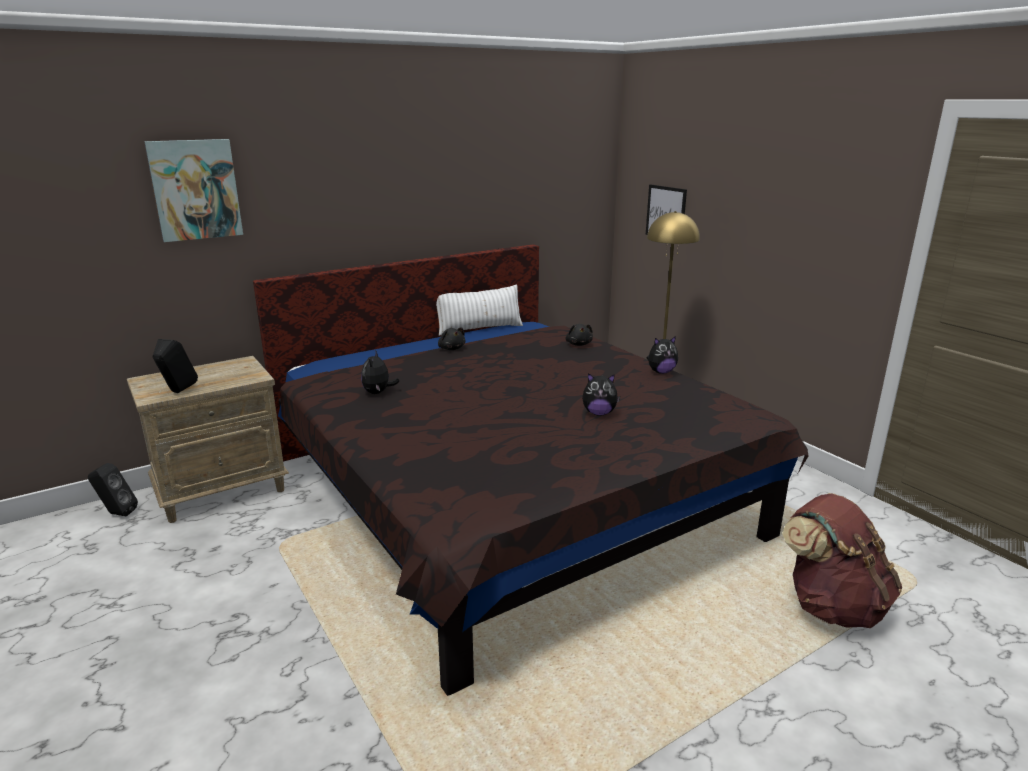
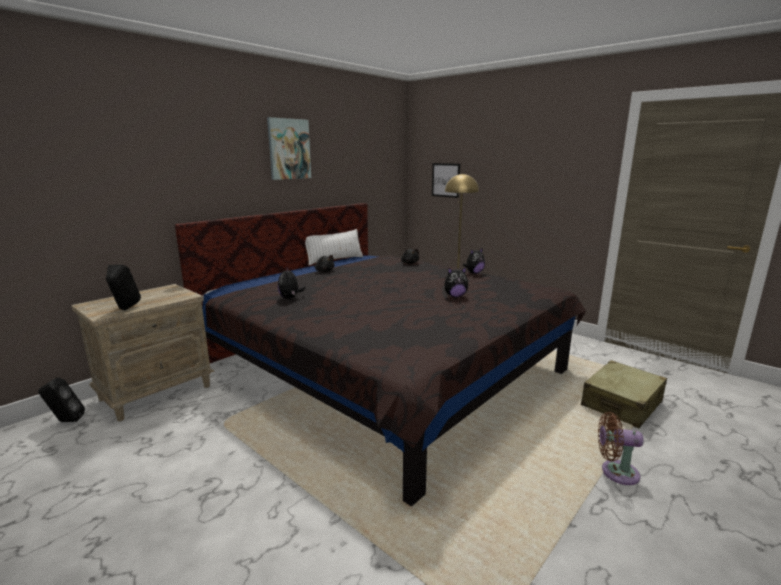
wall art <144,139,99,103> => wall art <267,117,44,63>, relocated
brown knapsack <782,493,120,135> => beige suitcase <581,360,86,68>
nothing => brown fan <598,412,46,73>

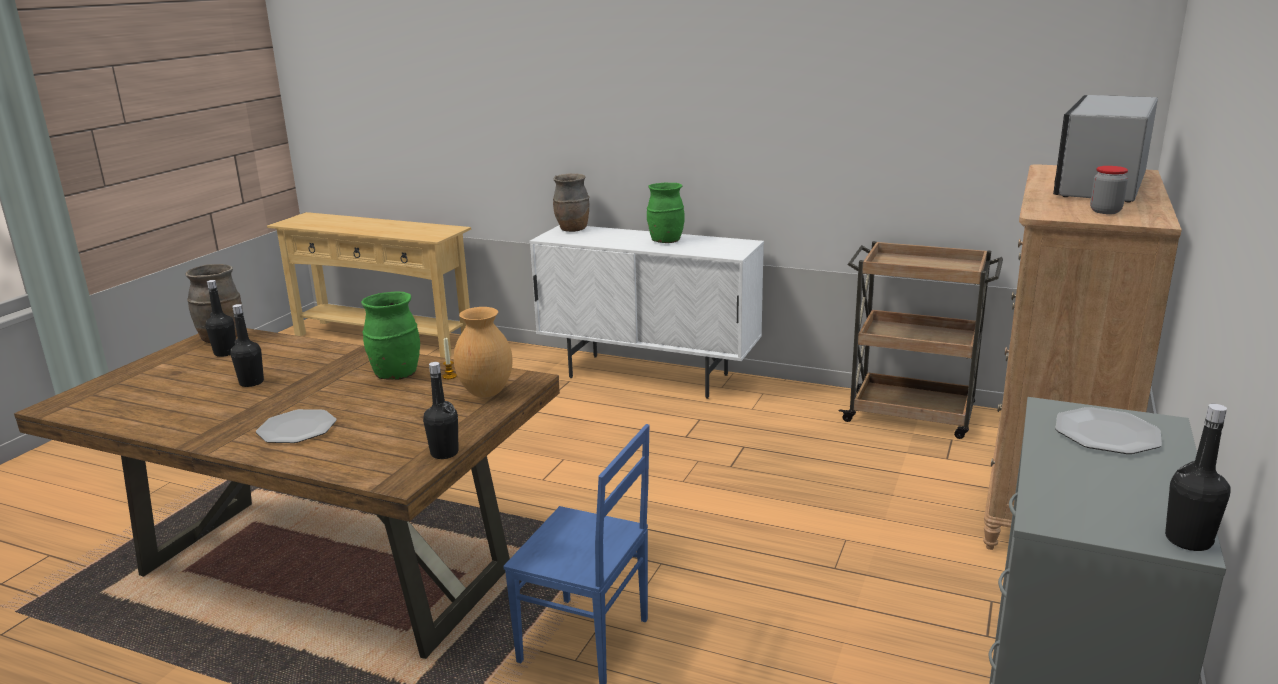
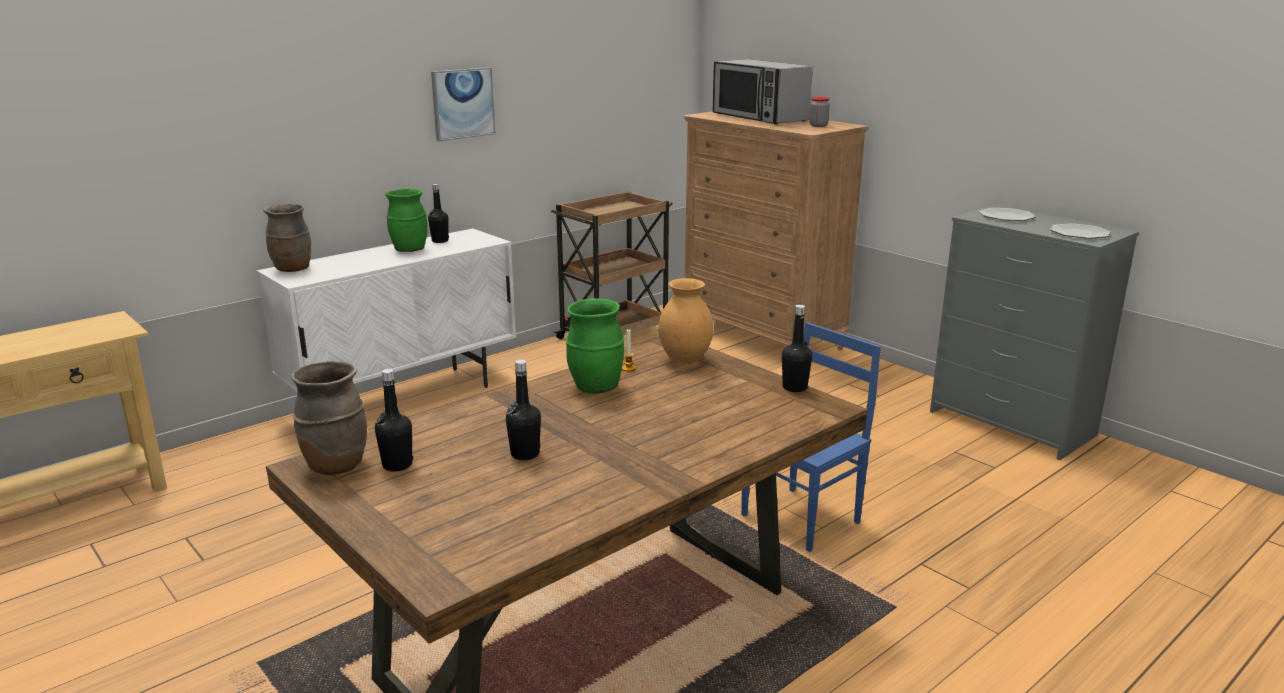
dinner plate <256,409,81,34> => dinner plate <1050,223,60,16>, relocated
blackish bottle <1165,404,66,147> => blackish bottle <428,184,21,59>, relocated
nothing => wall art <431,67,65,74>

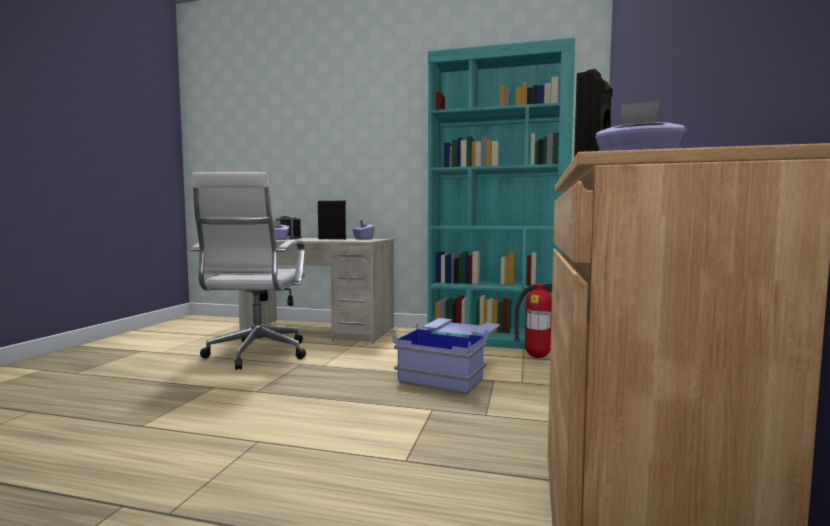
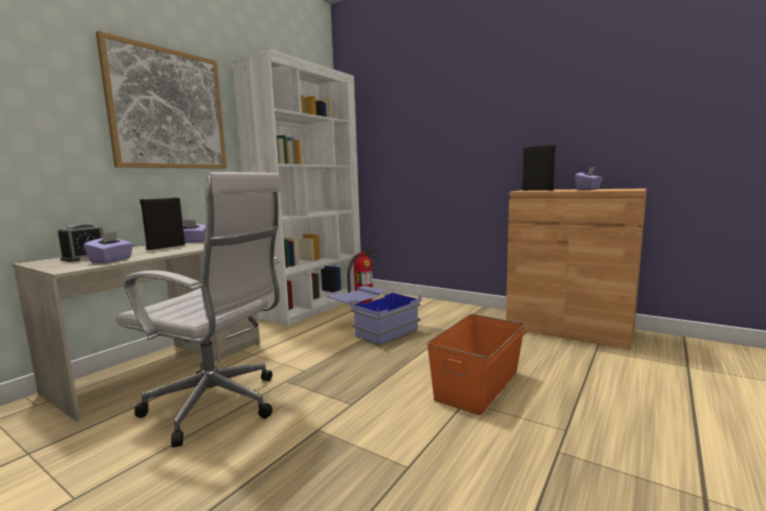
blue-green shelving unit <428,38,147,311> => white shelving unit <232,49,129,277>
nothing => wall art <96,31,131,138>
nothing => orange-coloured storage container <427,314,98,101>

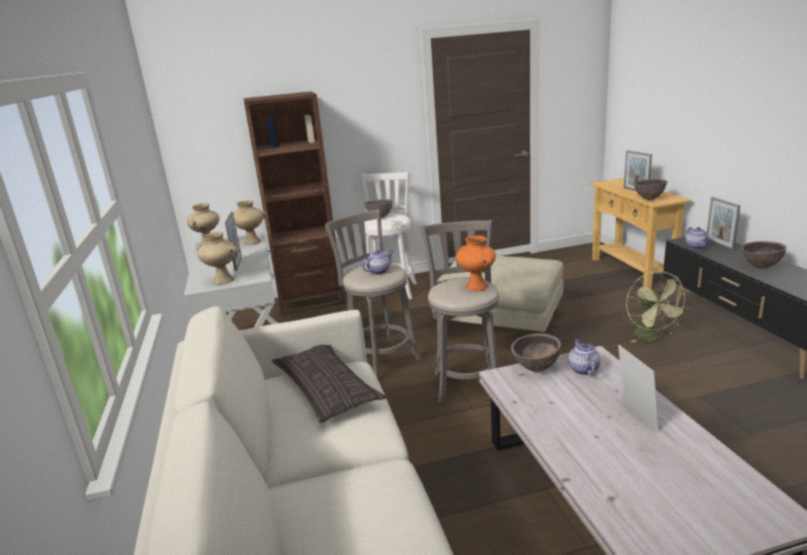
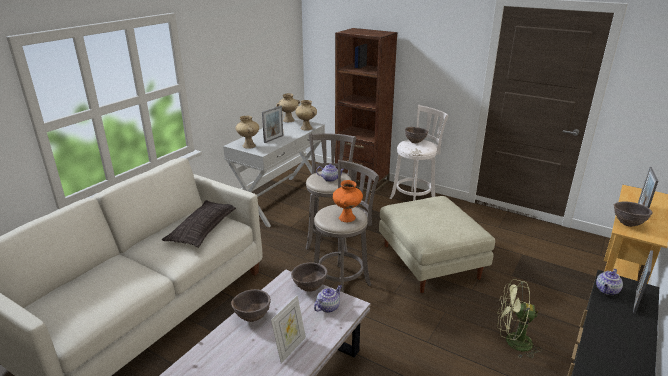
greenish fan <626,271,63,71> => greenish fan <497,279,45,80>, 60 degrees clockwise
brown serving bowl <741,241,46,28> => brown serving bowl <231,289,40,33>, relocated

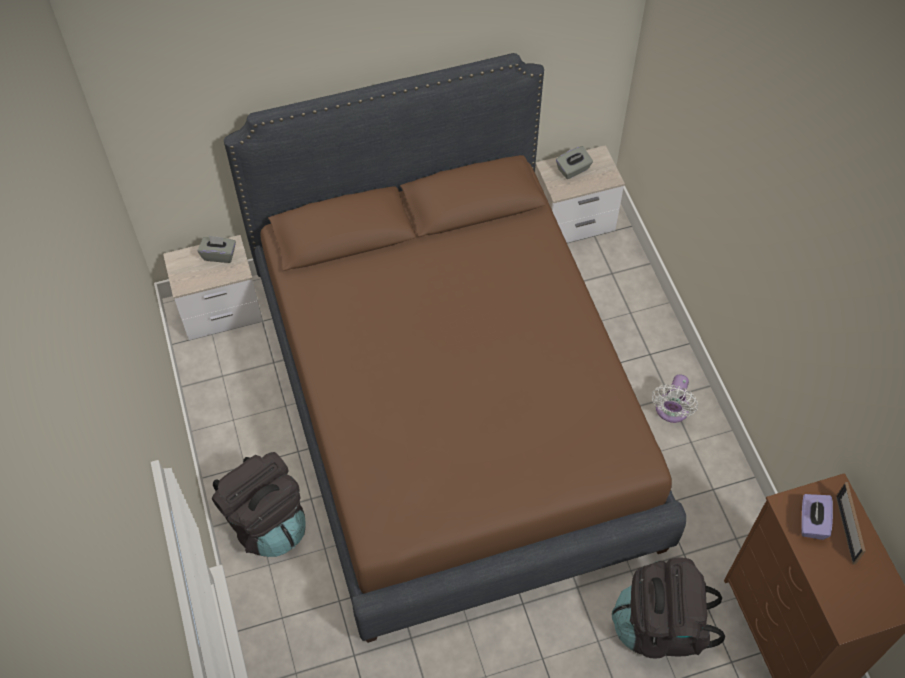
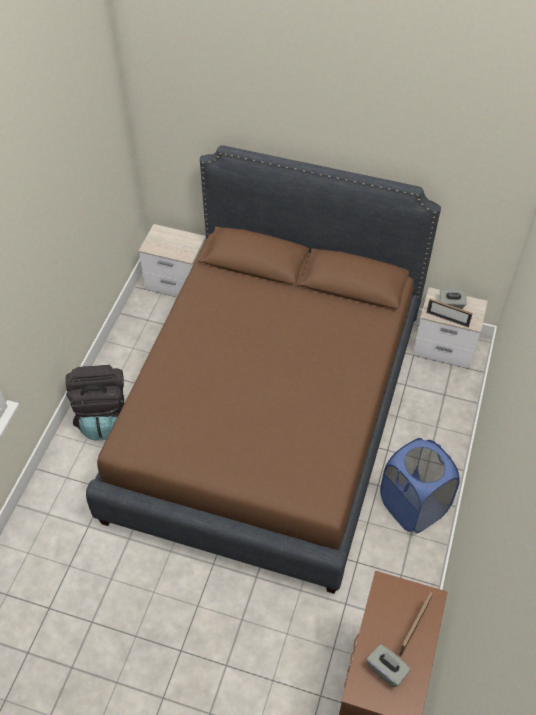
greyish tissue box <198,235,38,28> => greyish tissue box <366,644,44,44>, relocated
blackish knapsack <612,557,113,102> => nothing
white fan <652,374,46,49> => blue-coloured hamper <380,438,80,95>
purplish tissue box <801,494,32,46> => nothing
nothing => standing frame <426,299,47,29>

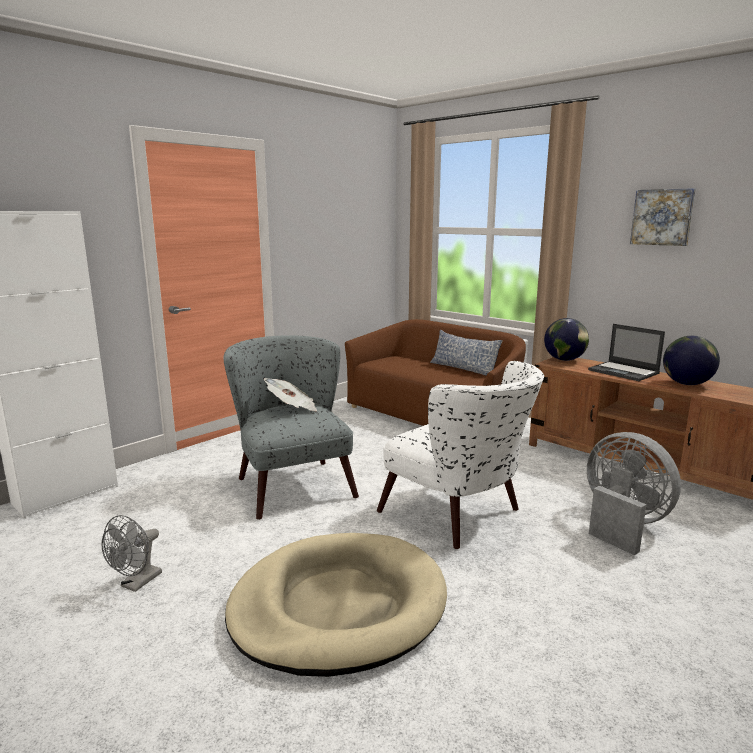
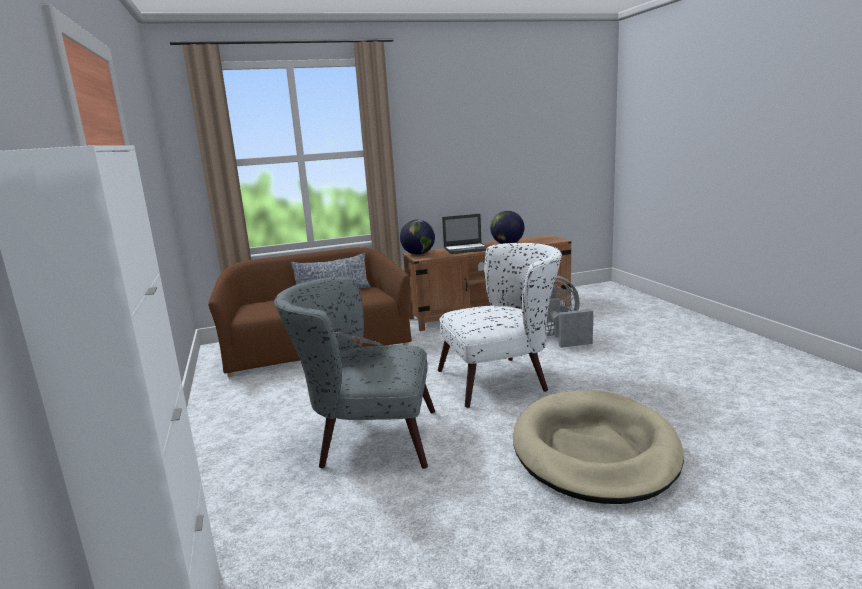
greyish fan <101,515,61,77> => nothing
wall art <630,188,66,58> => nothing

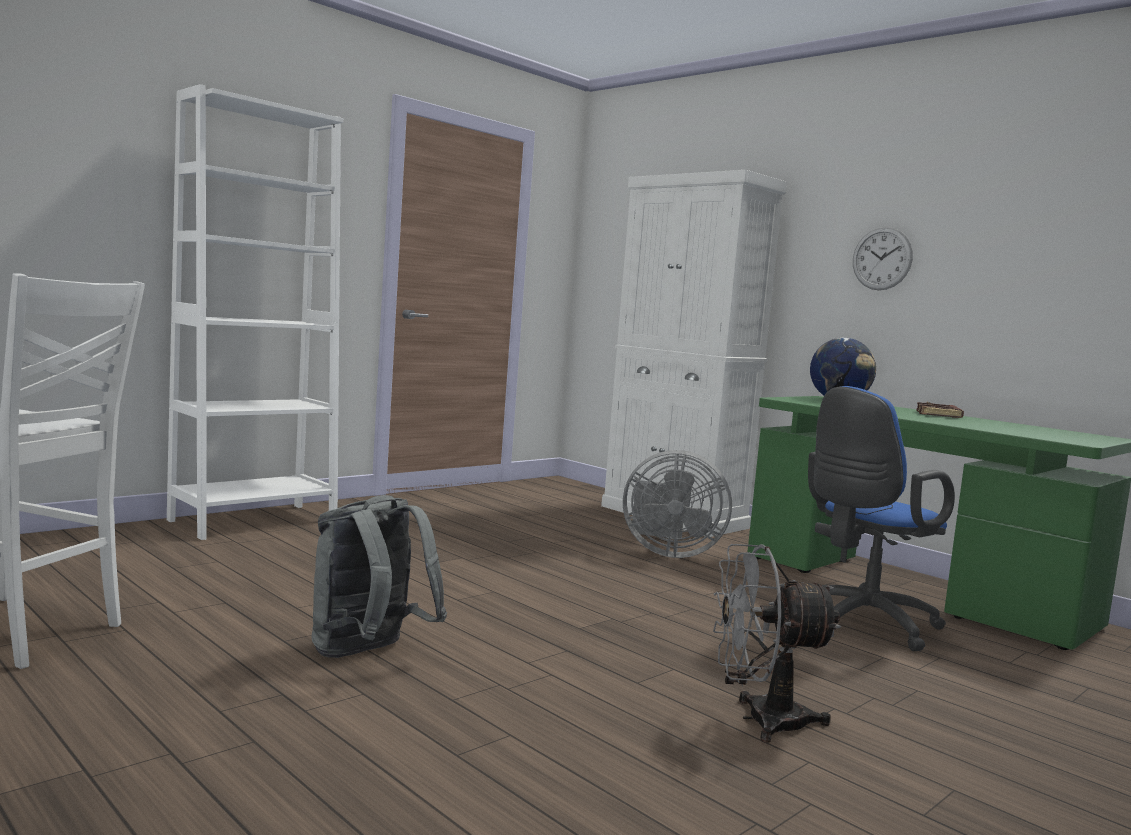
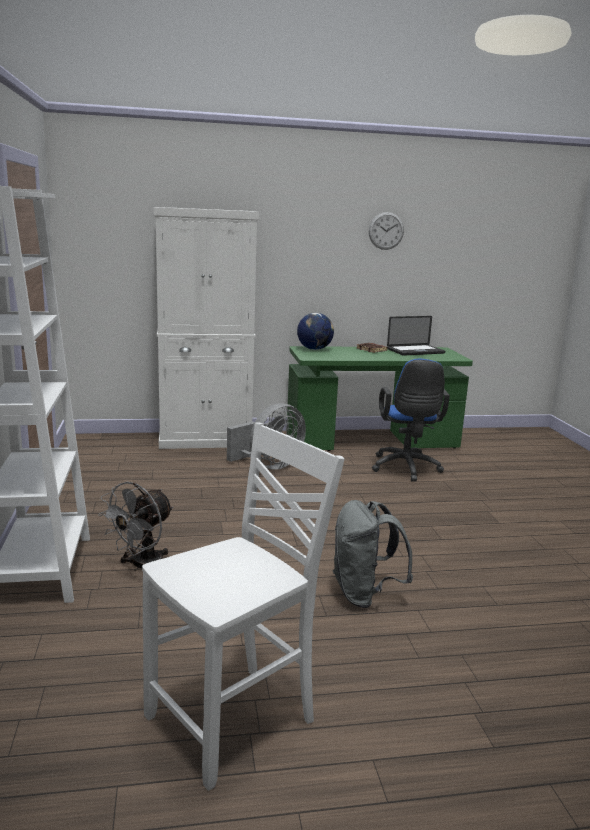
greyish fan <713,544,128,199> => greyish fan <98,482,75,89>, relocated
wall clock <853,227,60,63> => wall clock <369,212,35,38>, relocated
nothing => notebook computer <387,316,58,40>

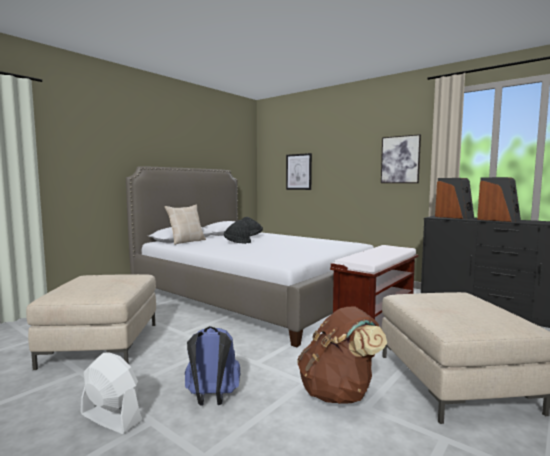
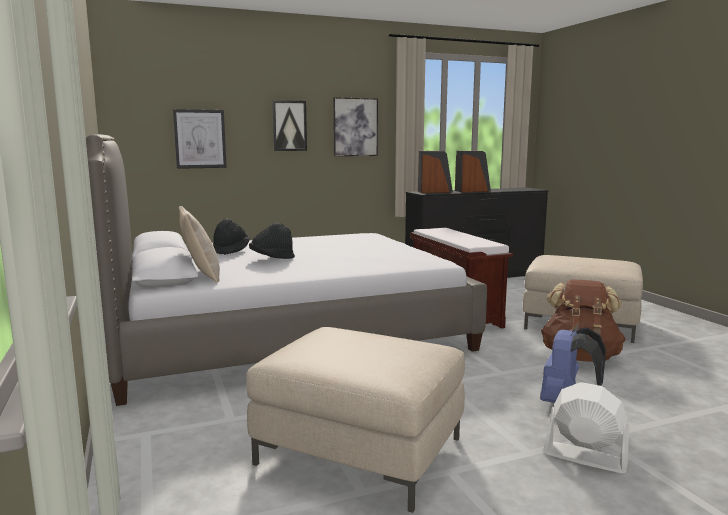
white fan <80,353,62,81> => white fan <543,382,86,91>, 60 degrees clockwise
nothing => wall art <272,100,35,51>

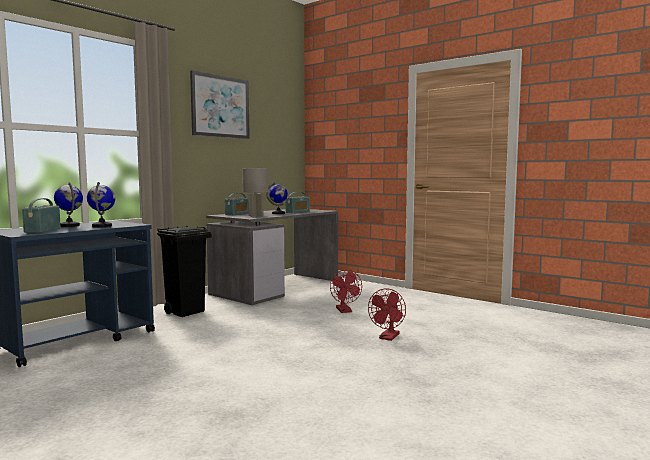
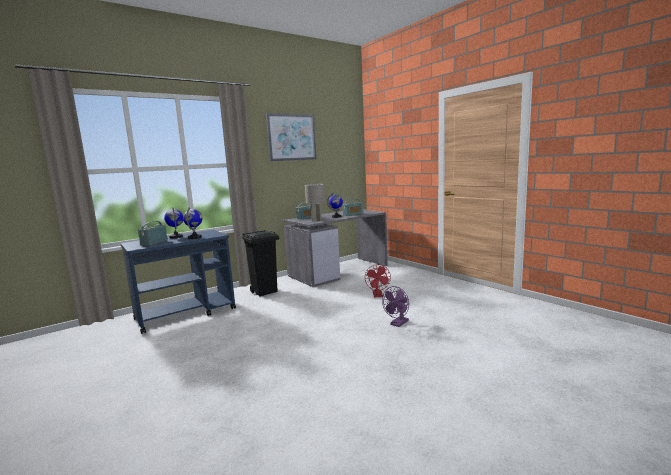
reddish fan <368,289,38,52> => purplish fan <382,286,27,41>

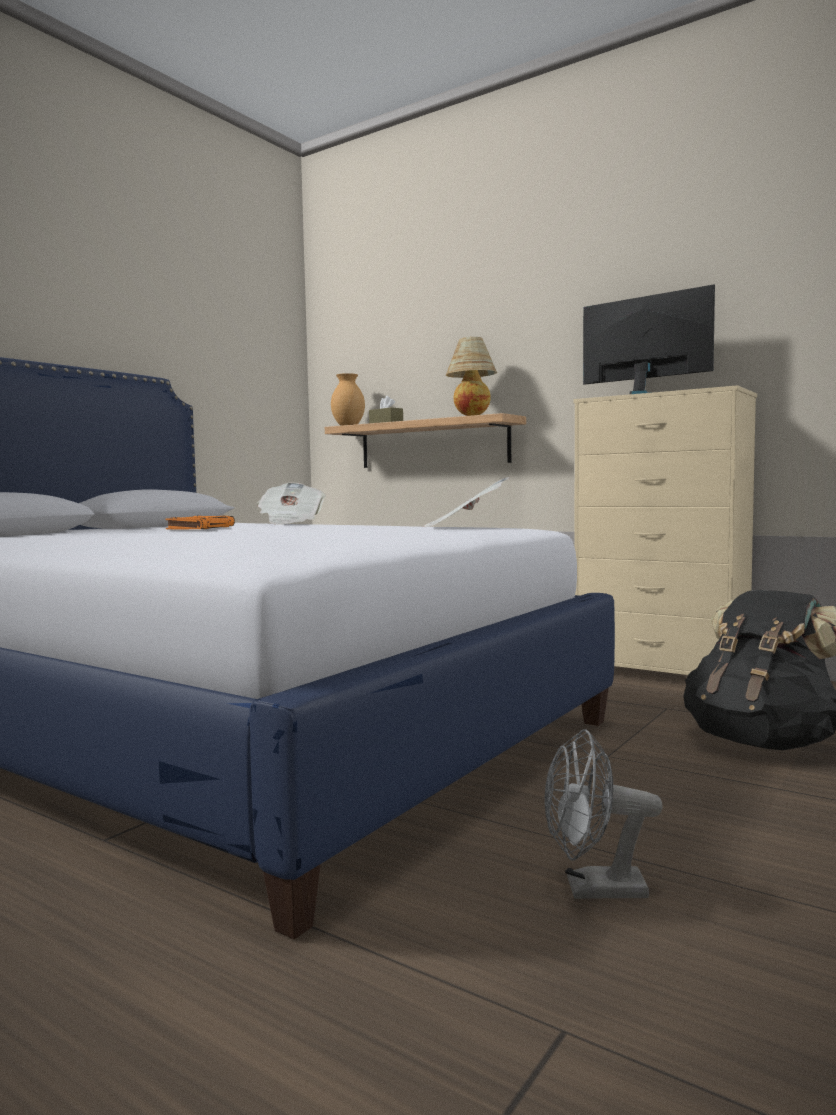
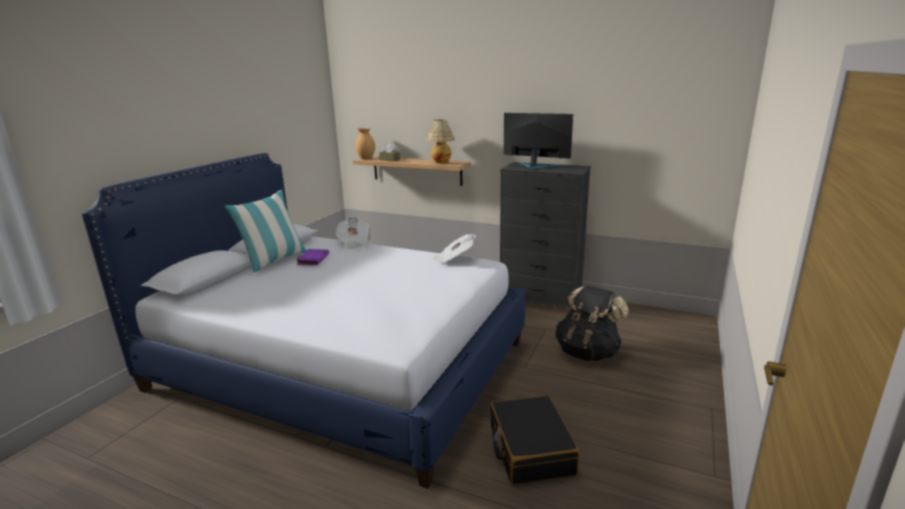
orange-coloured book <165,515,70,14> => purplish book <296,249,33,16>
greyish fan <545,729,118,170> => blackish suitcase <490,395,90,90>
beige drawer chest <573,385,184,290> => blackish drawer chest <500,162,91,147>
nothing => pillow <224,190,82,82>

